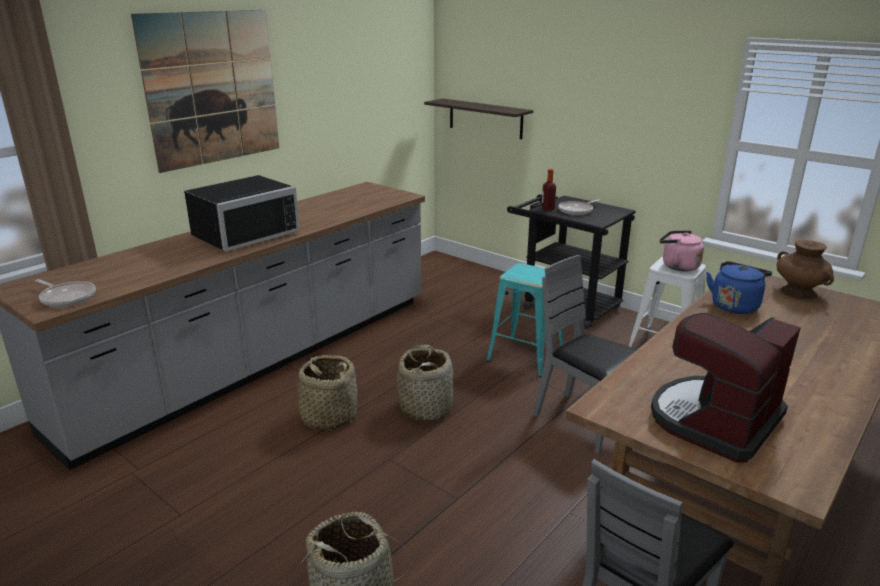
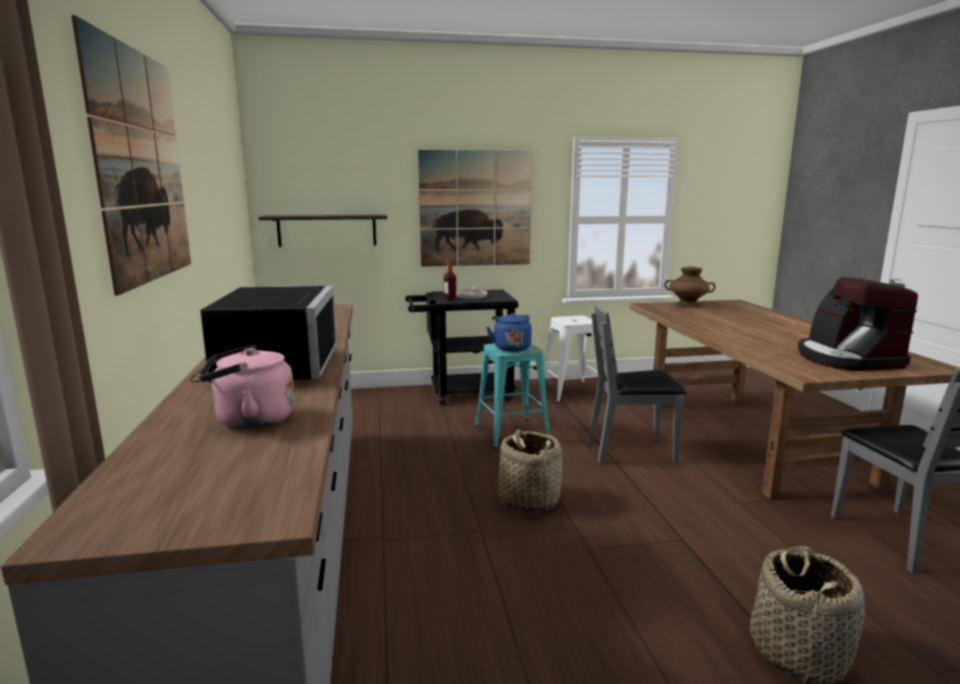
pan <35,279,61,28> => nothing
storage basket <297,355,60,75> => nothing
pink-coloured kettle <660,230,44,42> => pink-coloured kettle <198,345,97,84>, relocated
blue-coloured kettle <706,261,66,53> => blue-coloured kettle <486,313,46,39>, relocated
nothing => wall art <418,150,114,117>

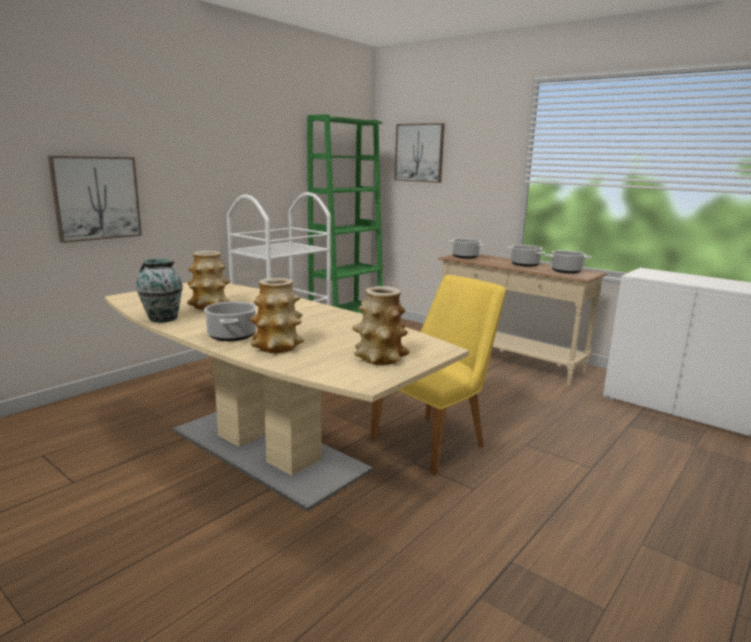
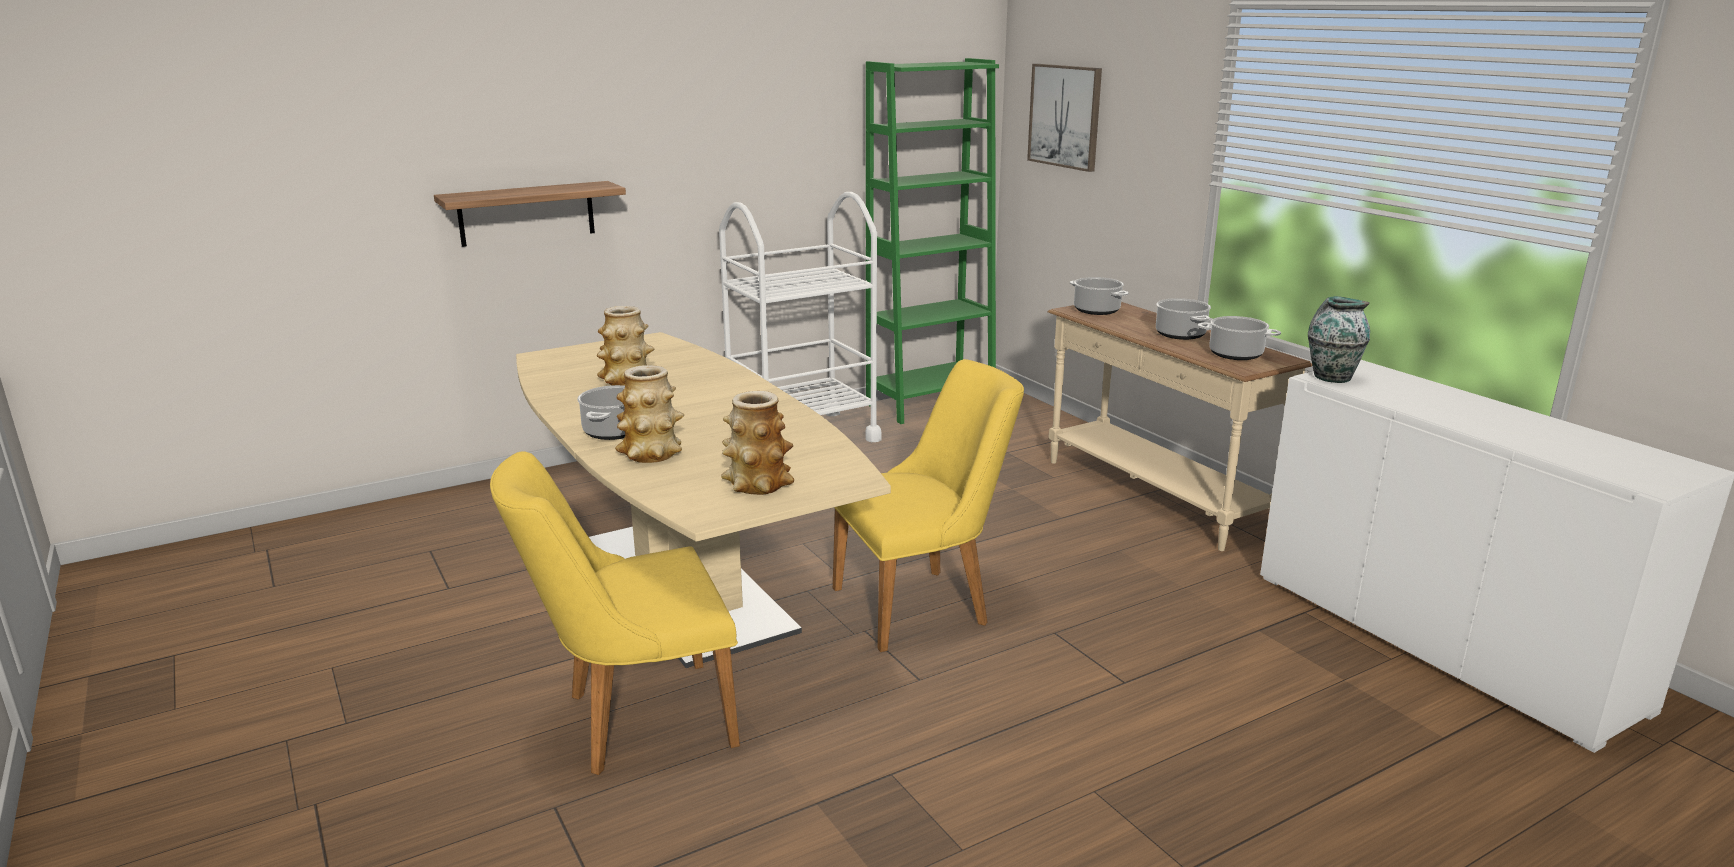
wall art <48,156,94,87> => bracket shelf <434,181,192,66>
flower vase <136,259,47,64> => flower vase <1308,296,62,87>, relocated
nothing => yellowish upright chair <490,452,250,323>

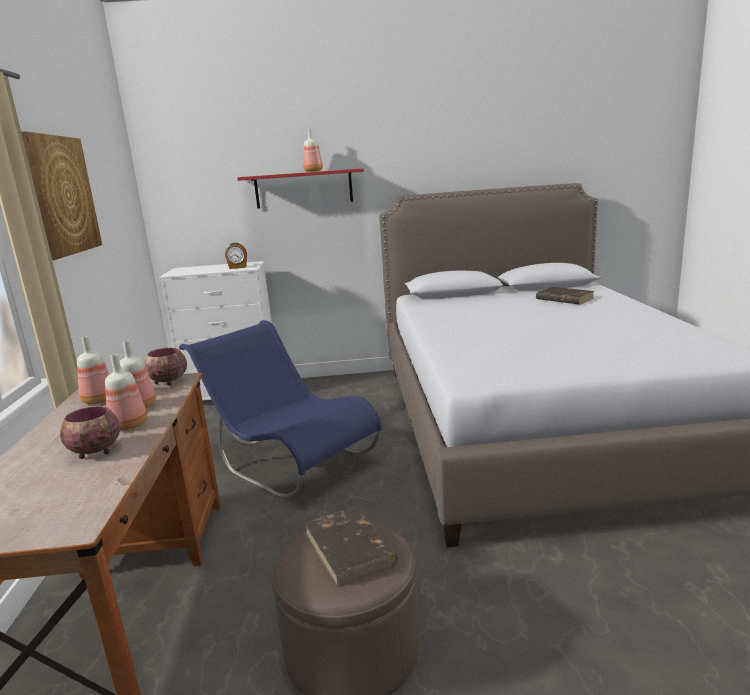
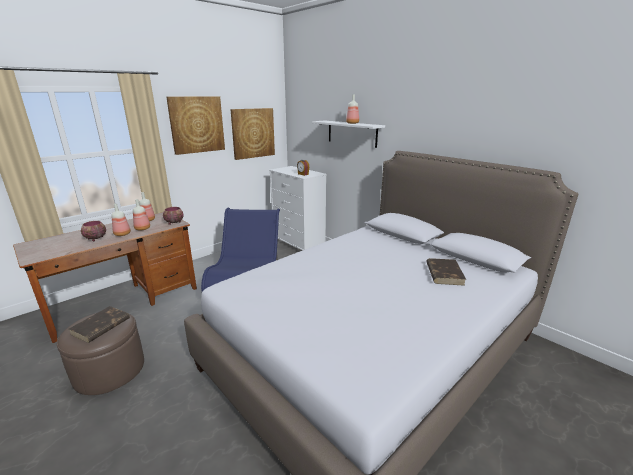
reddish bracket shelf <237,168,127,41> => white bracket shelf <312,120,73,28>
nothing => wall art <230,108,45,52>

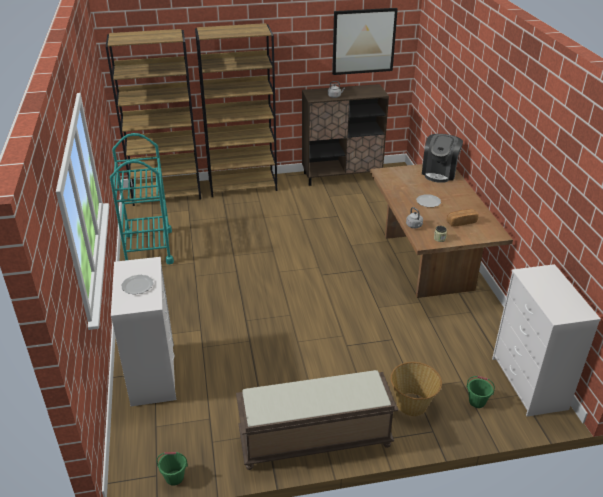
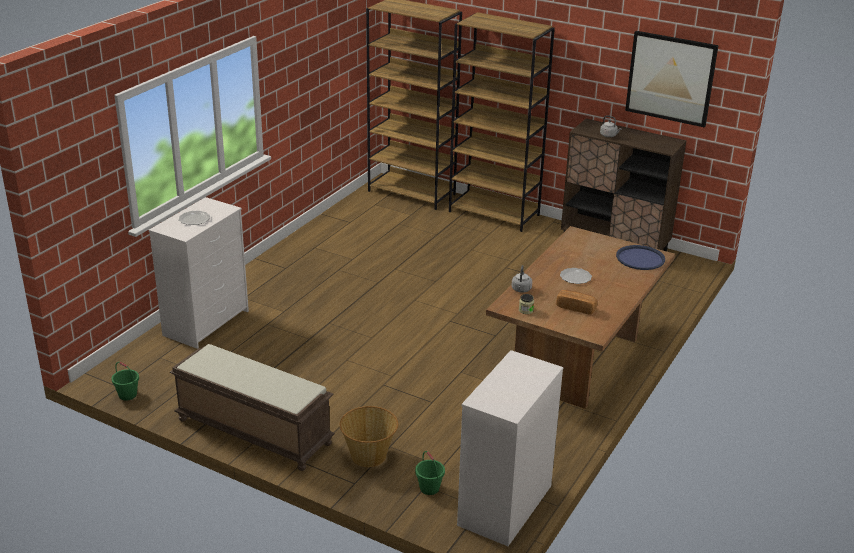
blue-green wheeled cart <110,133,64,131> => nothing
coffee brewer <422,134,41,49> => blue-coloured serving tray <616,245,49,25>

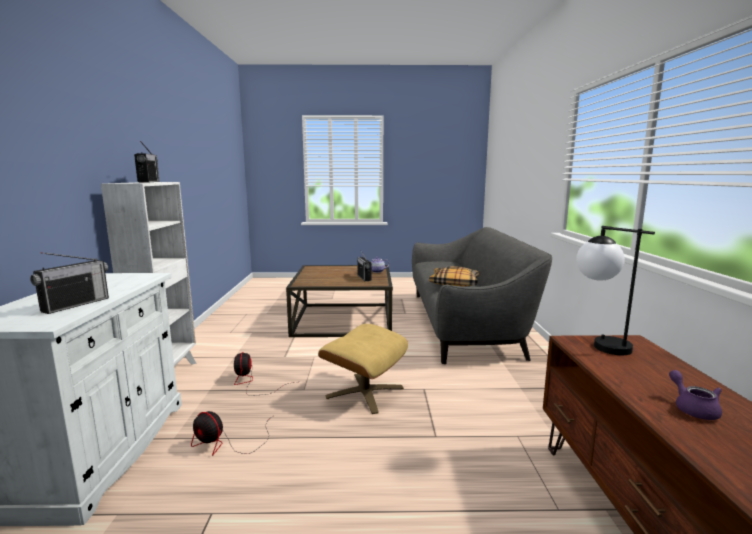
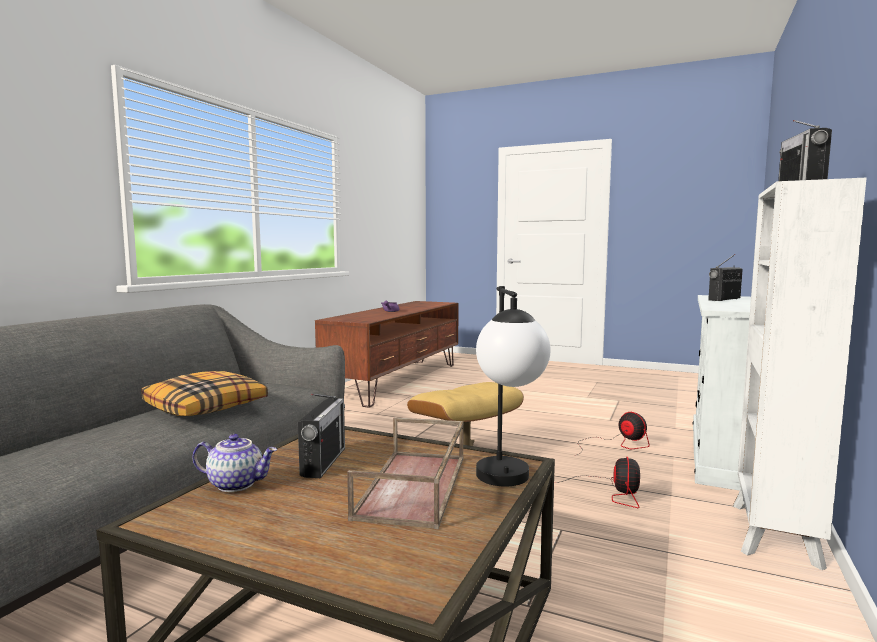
tabletop lamp <576,226,79,129> => tabletop lamp <476,286,75,200>, relocated
nothing => brown serving tray <347,417,117,112>

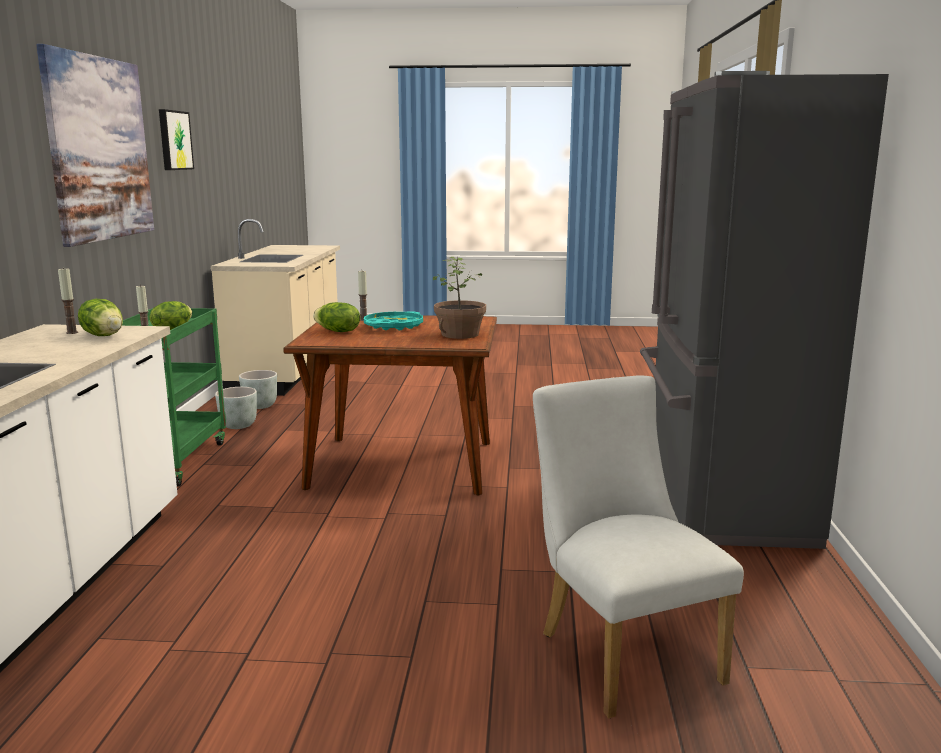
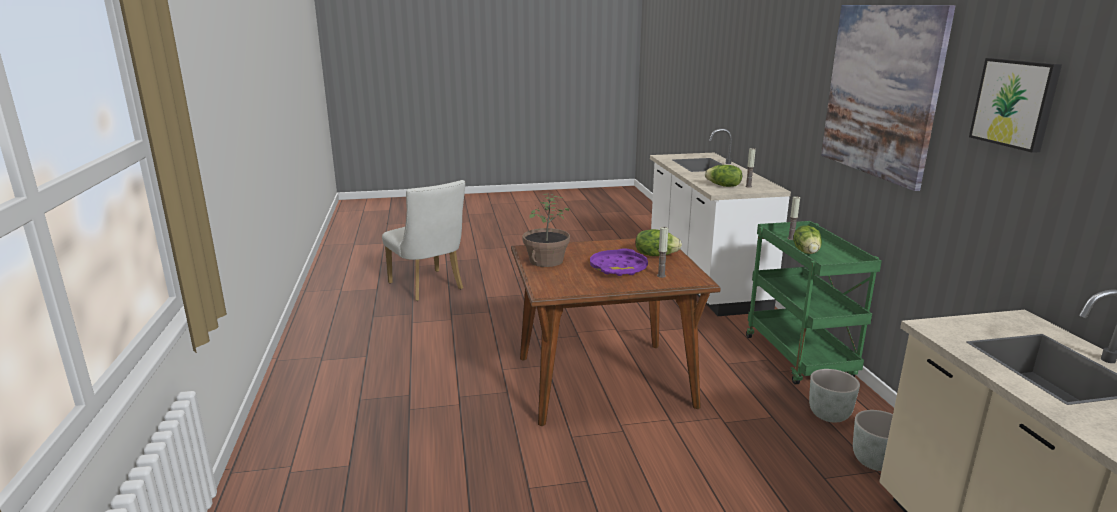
blue-green serving tray <364,311,59,19> => purplish serving tray <590,248,58,28>
greyish refrigerator <640,71,249,478> => nothing

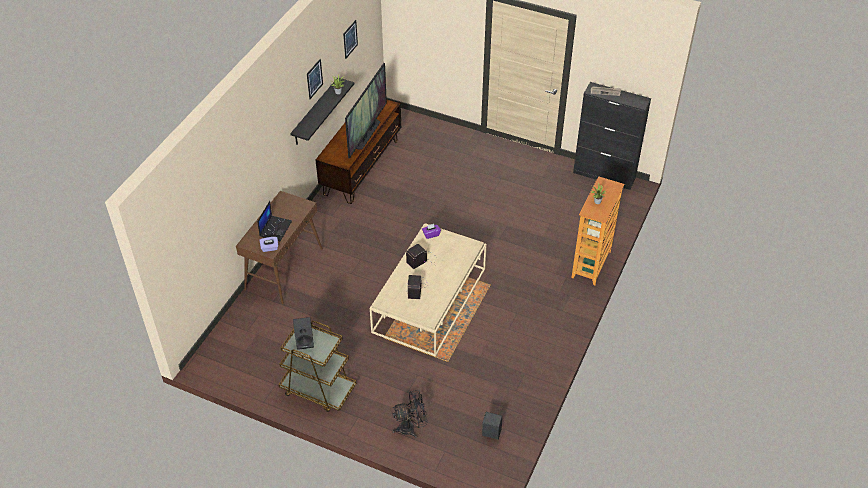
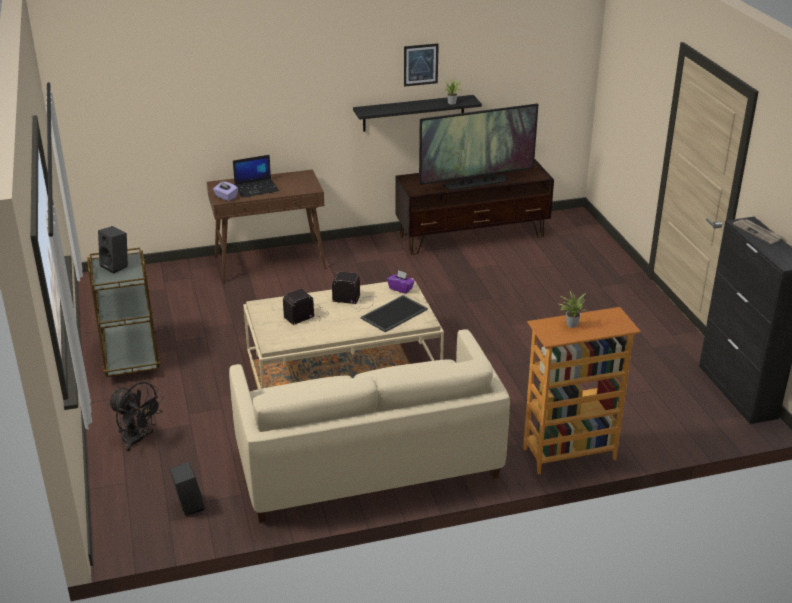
wall art <343,20,15,39> => nothing
nothing => beige couch <229,329,281,194>
nothing => serving tray <361,295,67,37>

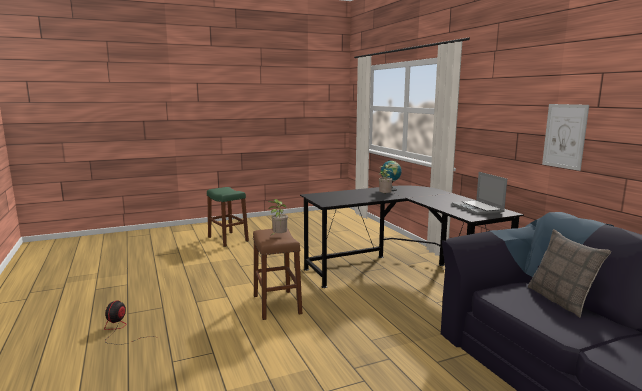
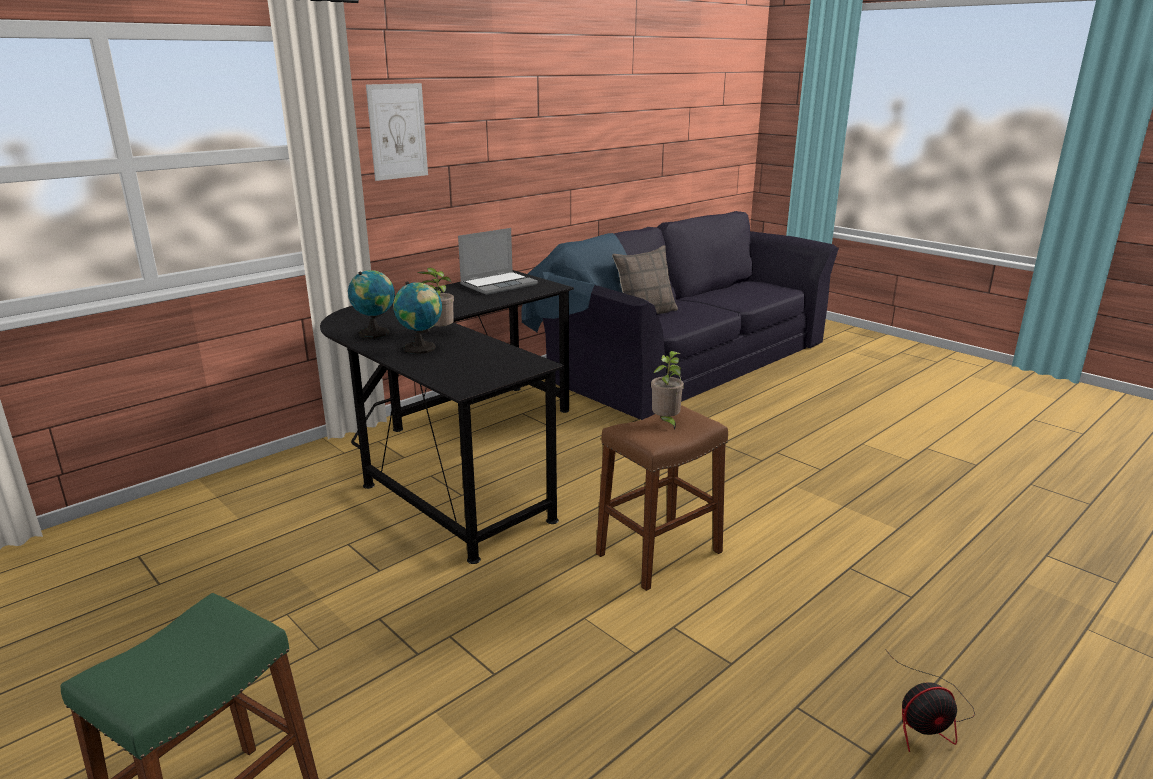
wall art <542,104,47,67> => wall art <366,83,62,98>, relocated
nothing => desk globe <393,282,49,72>

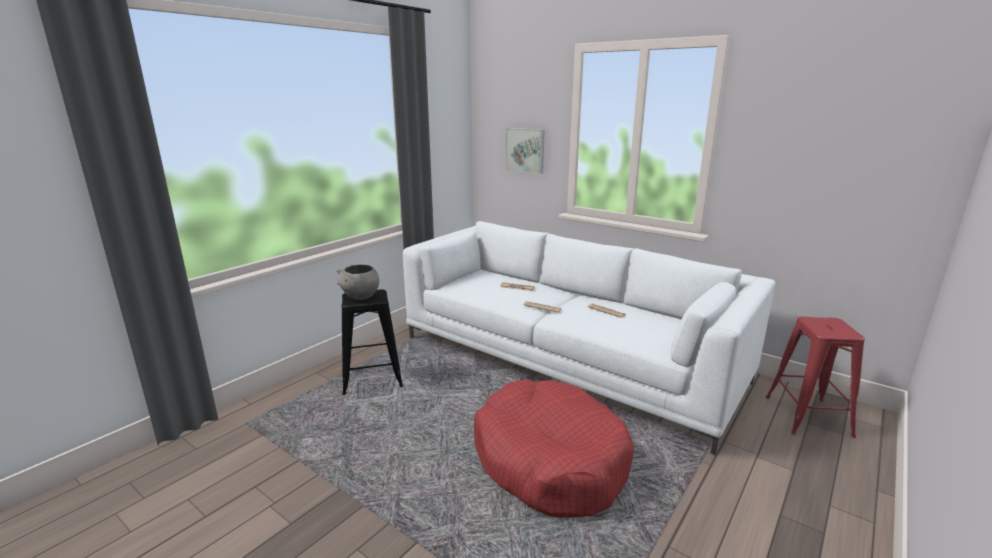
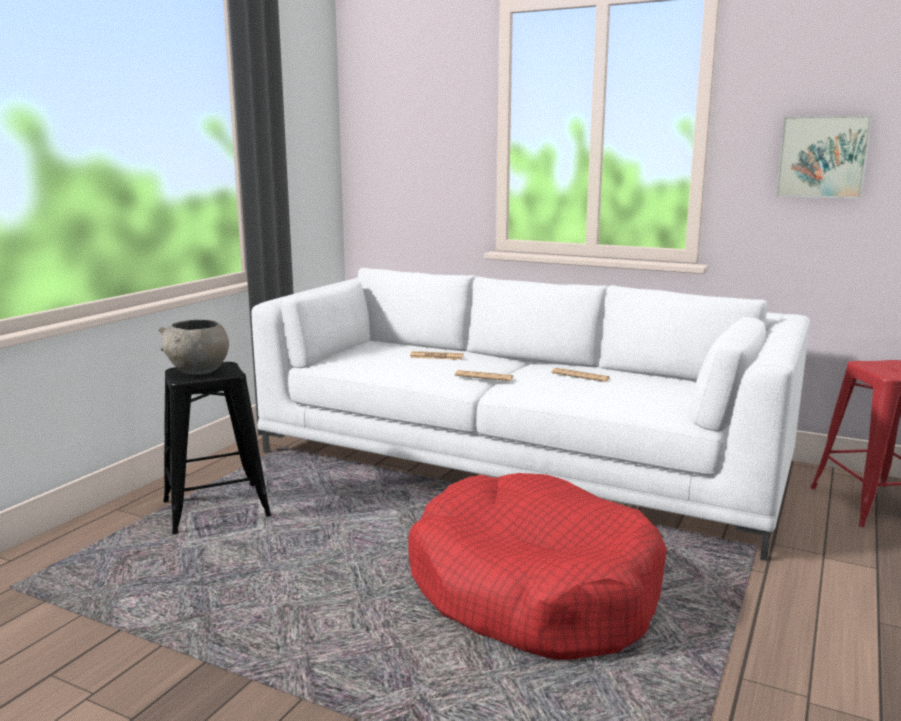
wall art <506,128,39,46> => wall art <775,115,98,84>, relocated

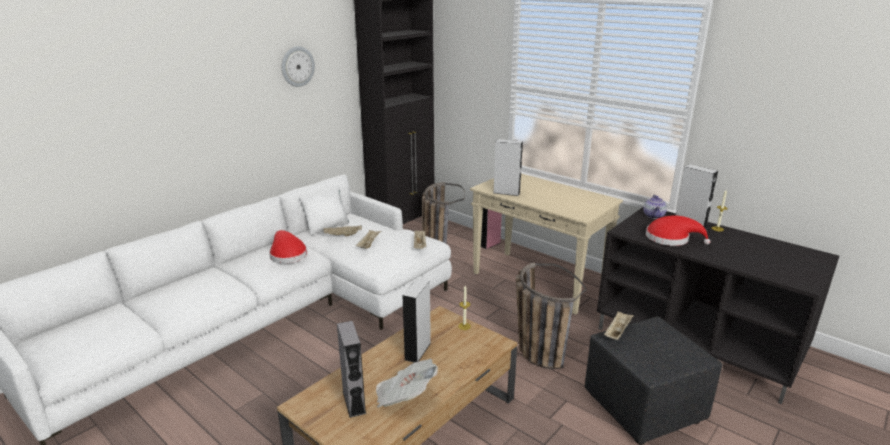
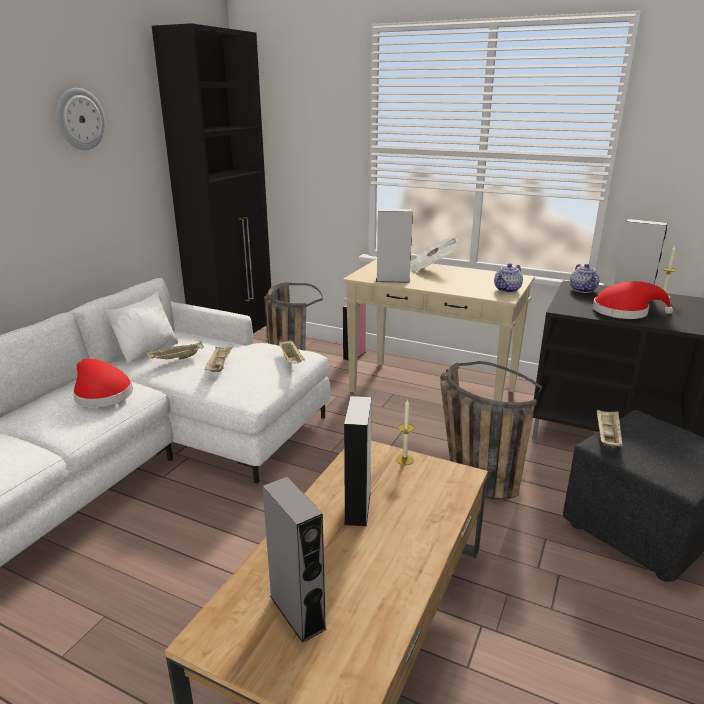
newspaper <376,359,62,49> => newspaper <410,238,49,33>, relocated
nothing => tea pot <494,263,29,30>

